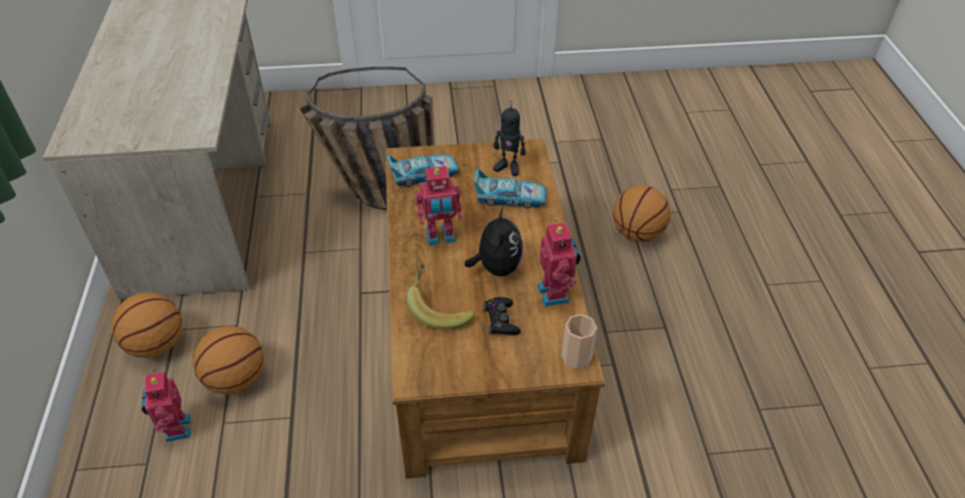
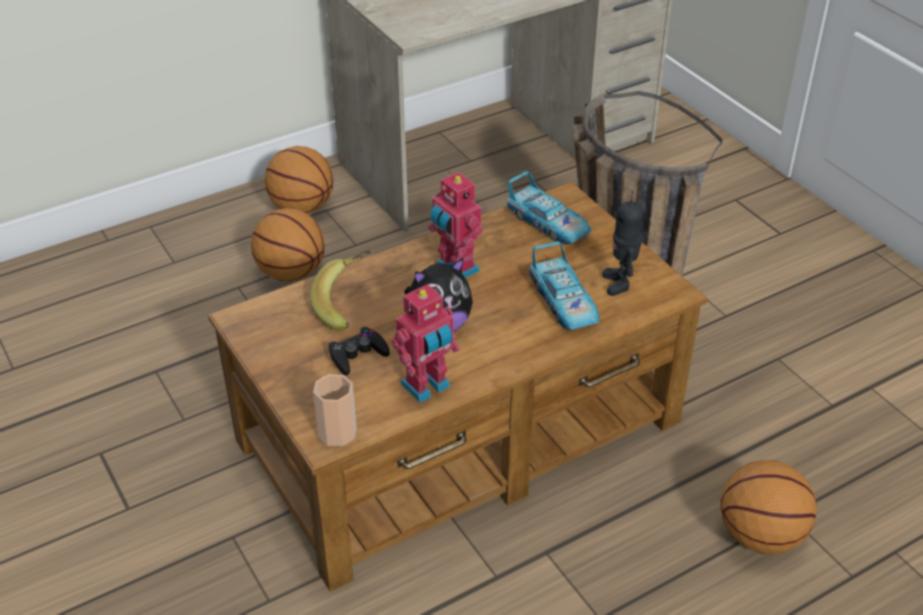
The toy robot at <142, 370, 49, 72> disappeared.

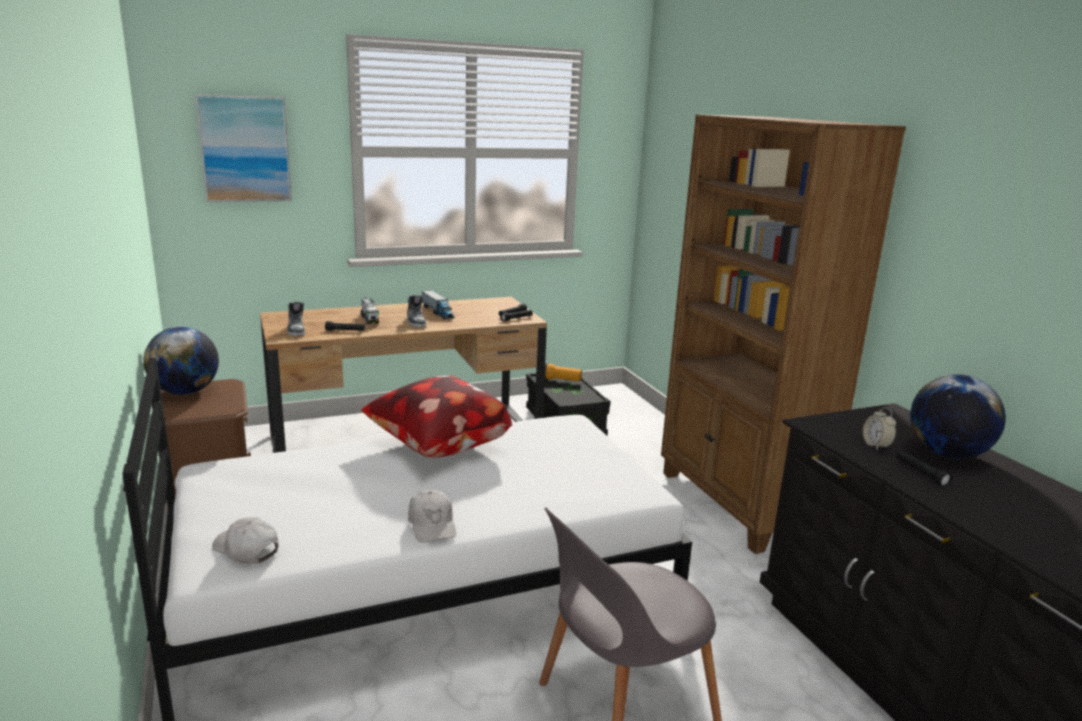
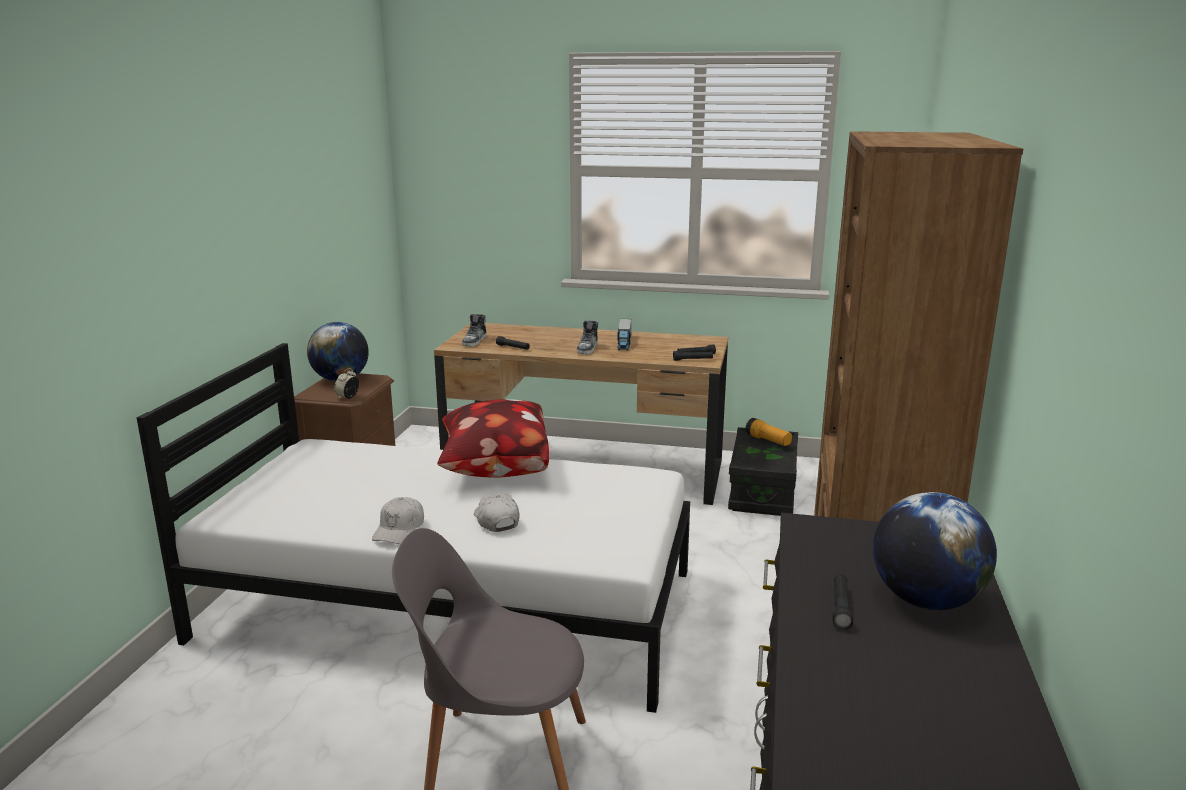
The alarm clock moved from <863, 407, 33, 44> to <334, 368, 25, 31>.
The cap/white moved from <212, 517, 67, 47> to <474, 492, 45, 40>.
The picture at <195, 94, 97, 108> disappeared.
The toy truck at <361, 297, 18, 27> disappeared.

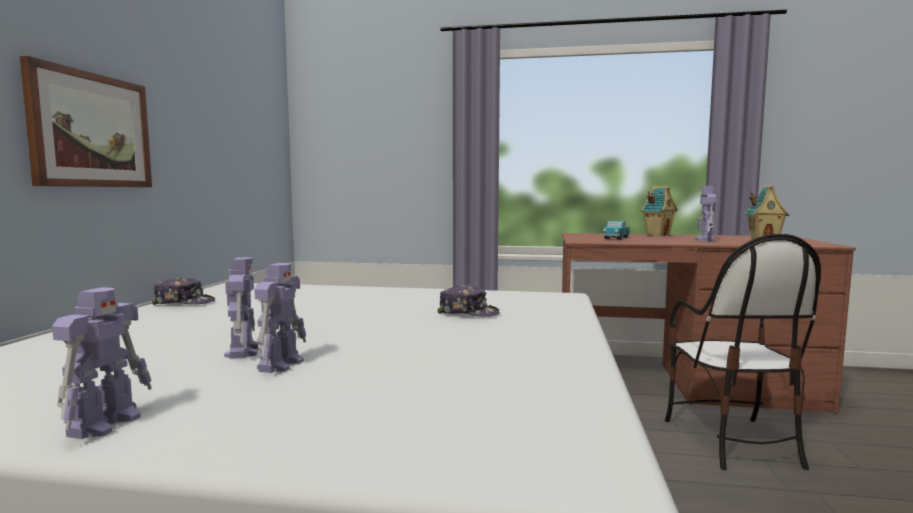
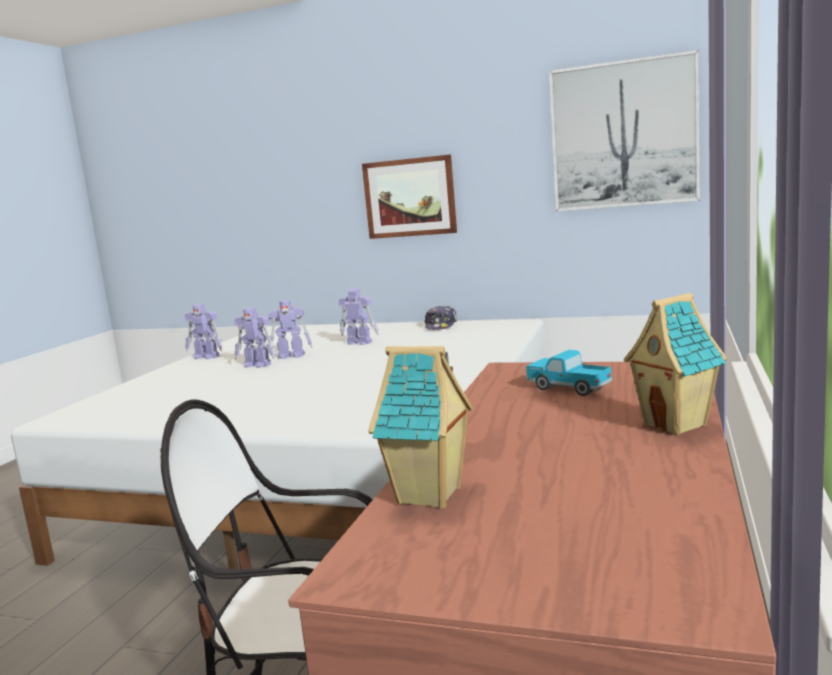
The toy robot moved from <695, 186, 21, 55> to <339, 289, 40, 56>.
The picture at <549, 50, 151, 162> appeared.
The cap at <438, 285, 62, 32> disappeared.

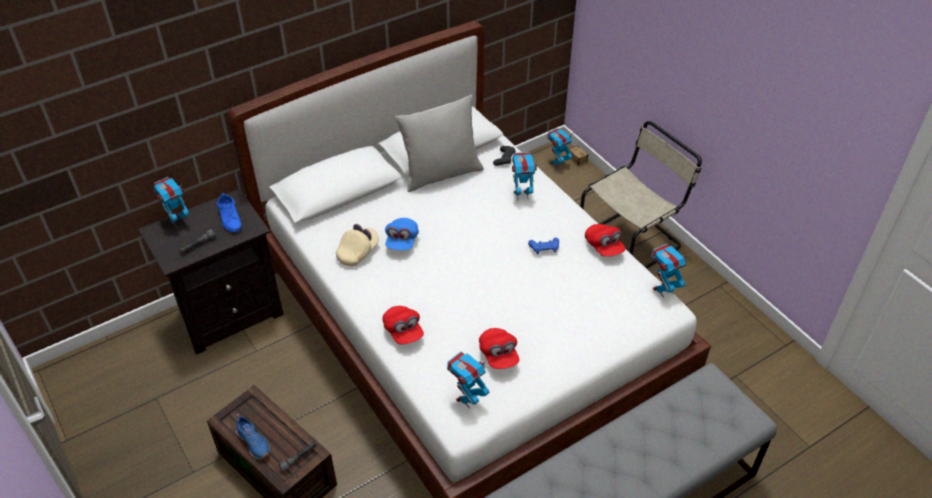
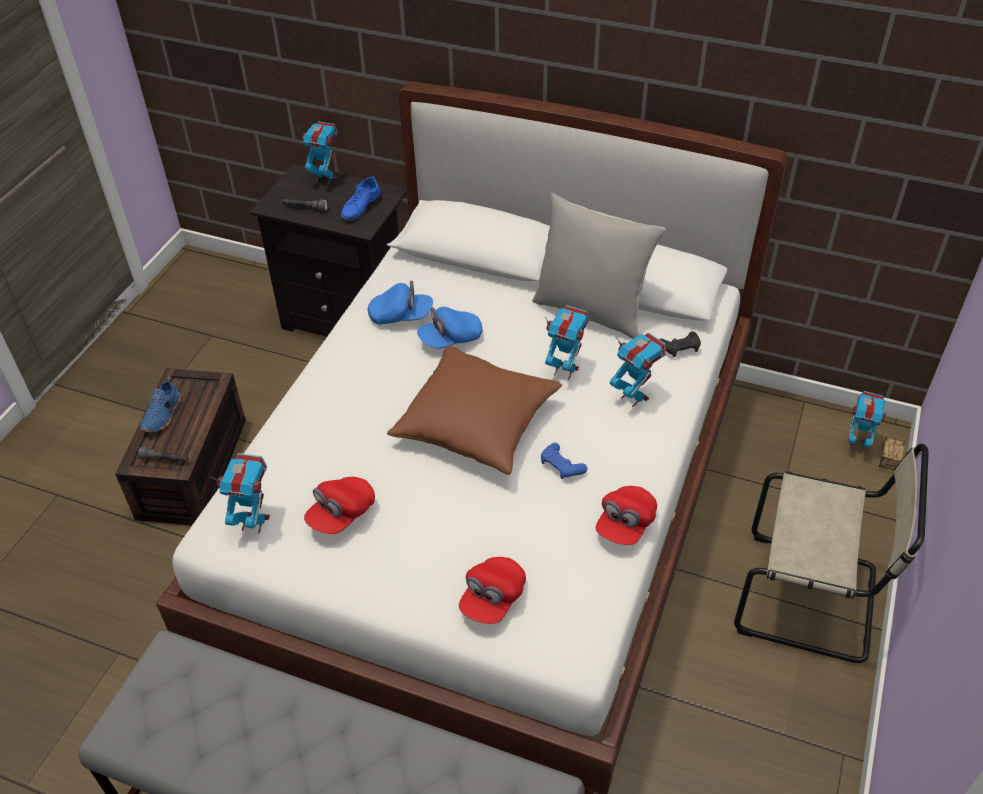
The cap/beige at <336, 224, 43, 42> became the cap/blue at <368, 280, 65, 45>.
The pillow/brown at <387, 345, 175, 130> appeared.
The cap/red moved from <382, 306, 42, 38> to <459, 557, 67, 67>.
The toy robot moved from <651, 244, 40, 53> to <545, 305, 44, 75>.

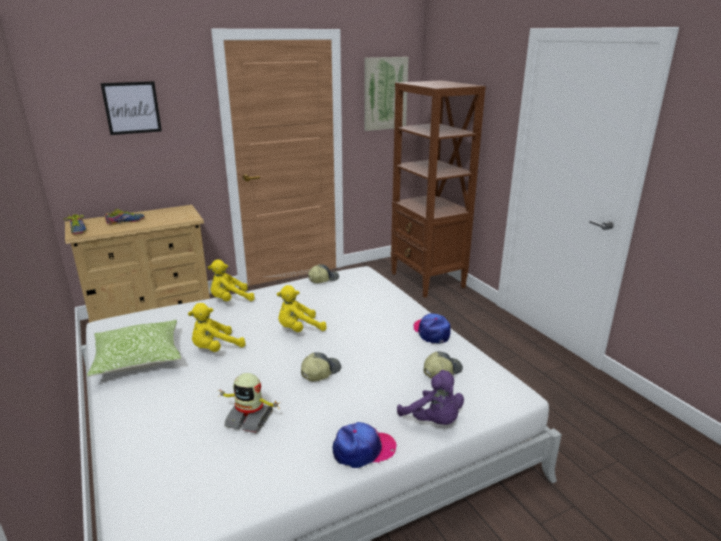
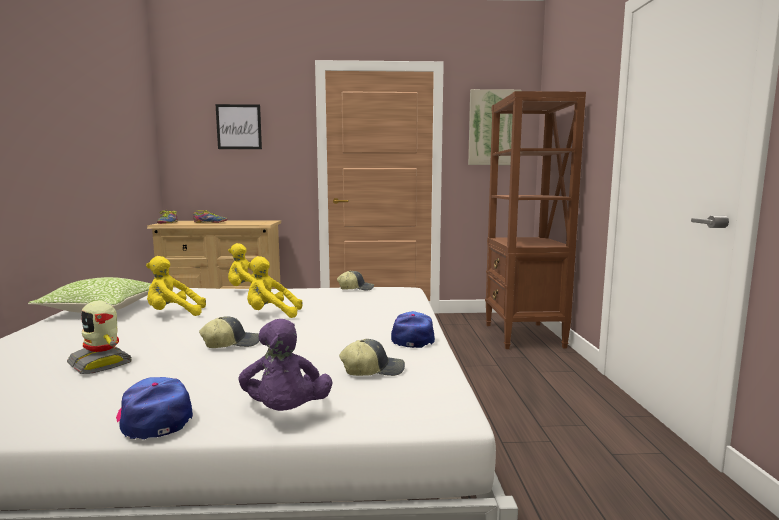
The cap at <333, 422, 64, 46> turned 135 degrees counterclockwise.

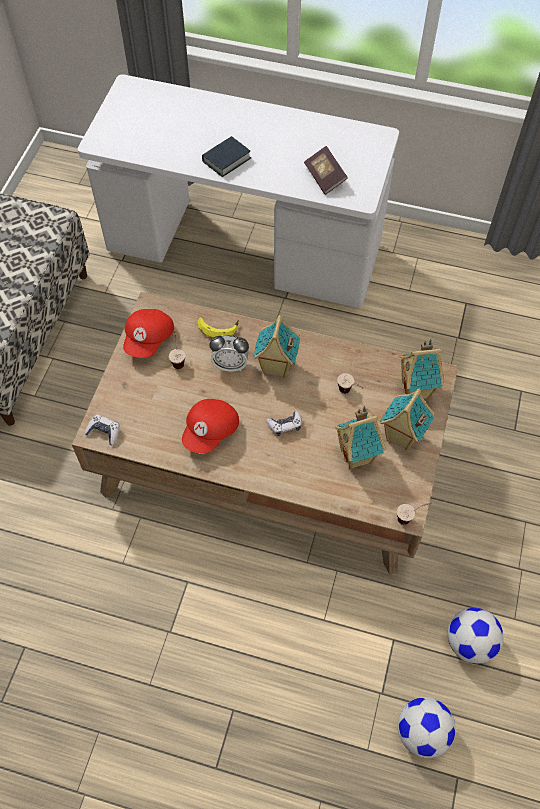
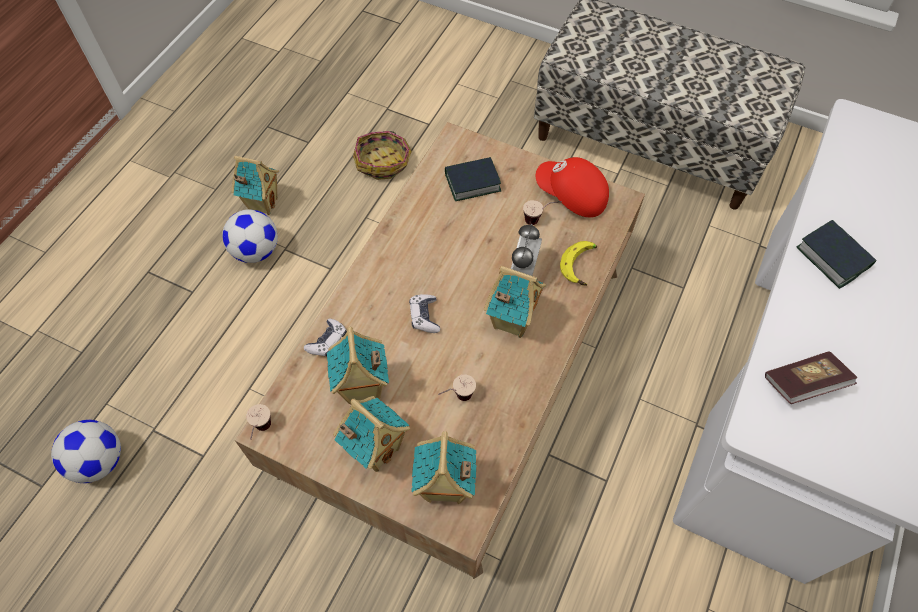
The football moved from <448, 608, 56, 56> to <222, 209, 56, 54>.
The toy house at <231, 156, 48, 59> appeared.
The game controller moved from <84, 415, 36, 30> to <304, 319, 43, 38>.
The basket at <353, 131, 59, 49> appeared.
The book at <445, 157, 56, 44> appeared.
The cap/red at <182, 399, 57, 55> disappeared.

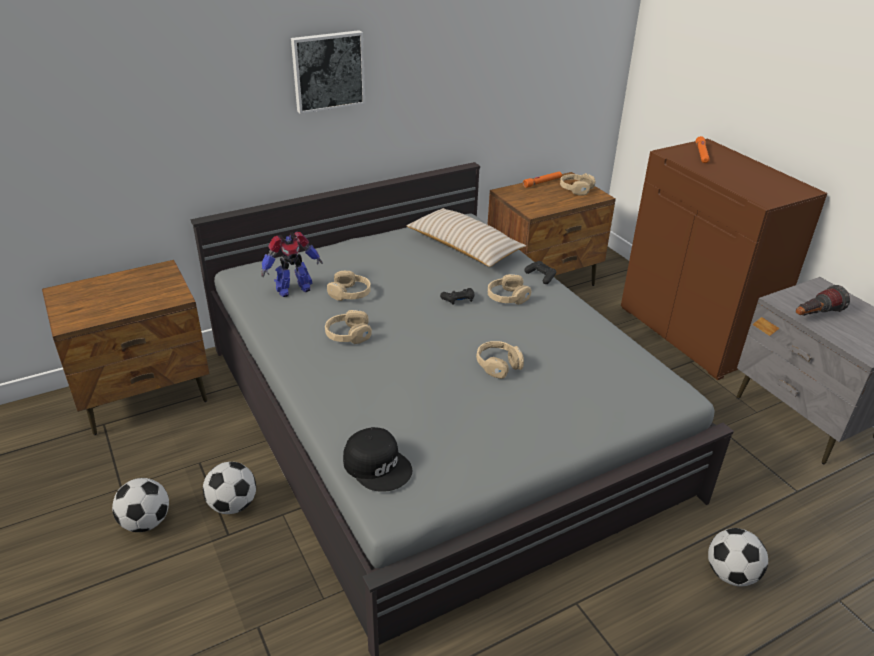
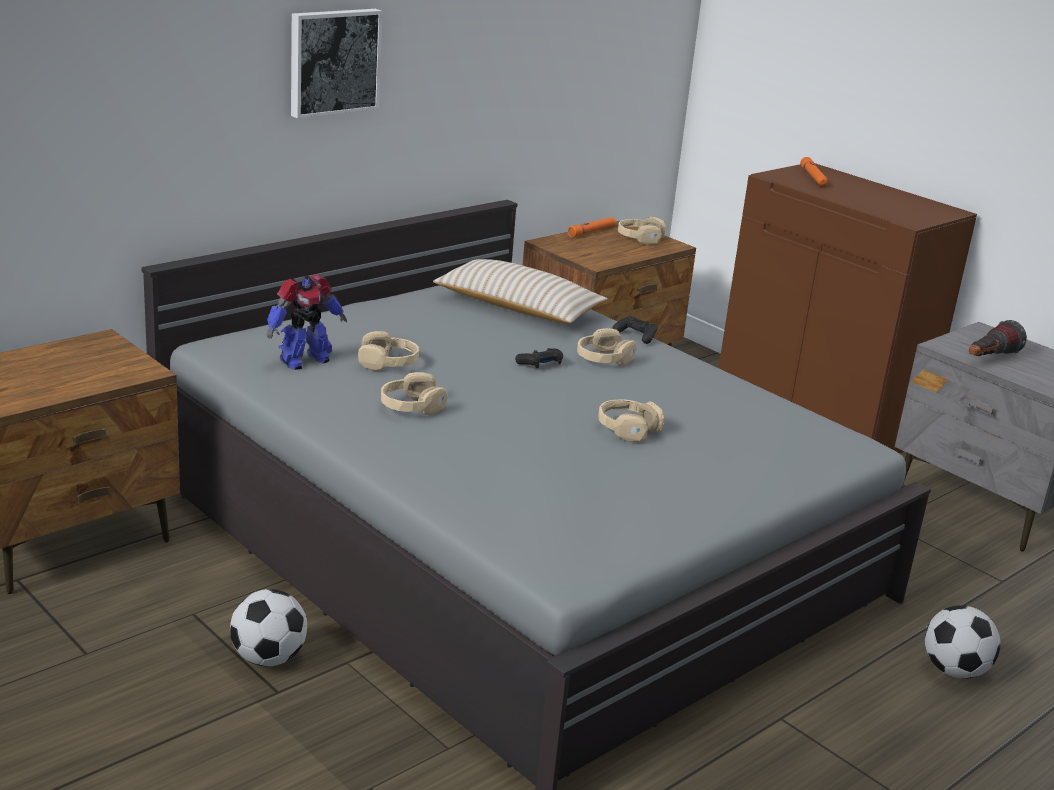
The football at <112, 478, 57, 54> disappeared.
The cap/black at <343, 427, 69, 65> disappeared.

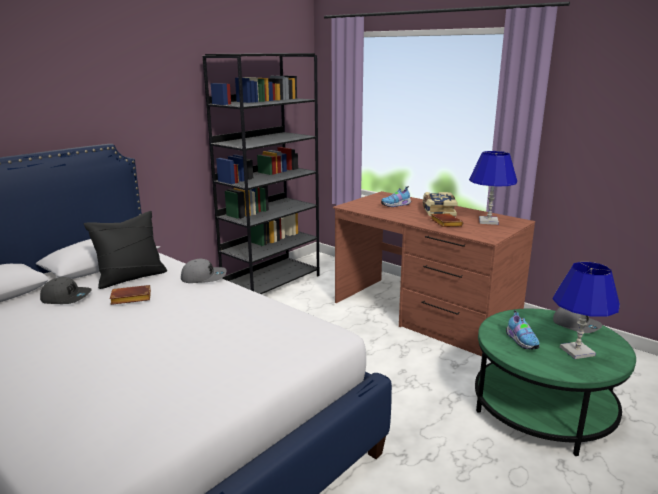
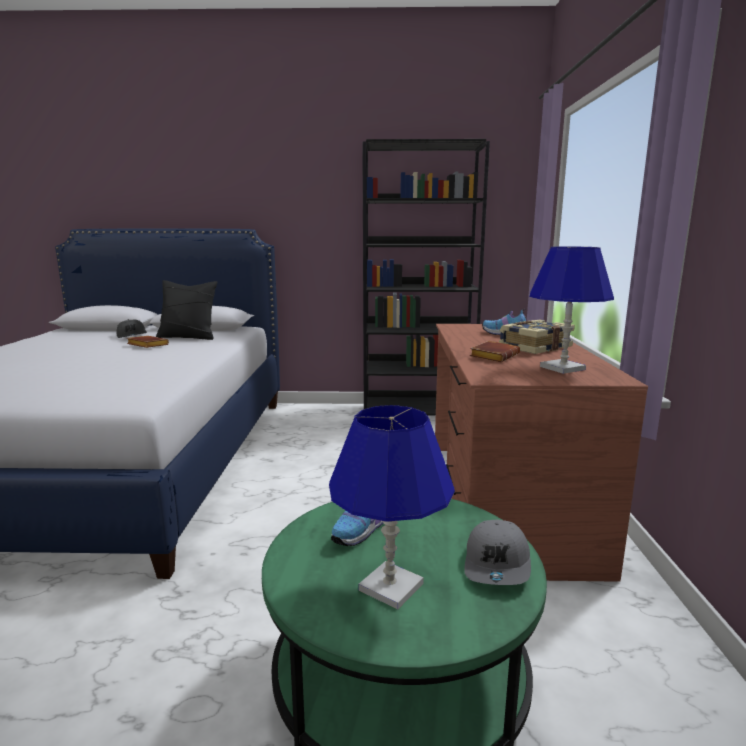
The cap/grey at <181, 259, 46, 24> disappeared.

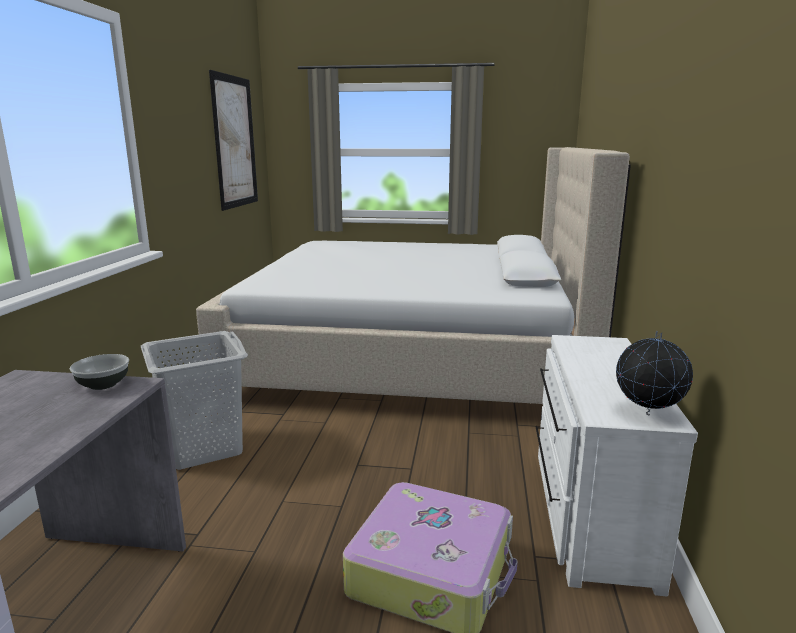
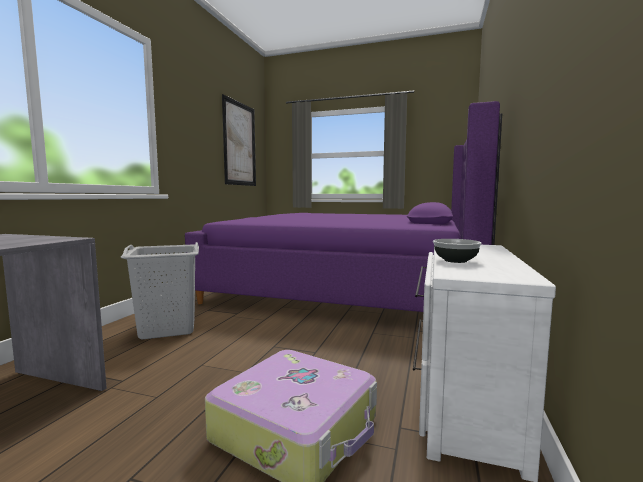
The bed/beige at <196, 147, 435, 257> became the bed/purple at <185, 101, 317, 211>.
The bowl moved from <70, 354, 59, 36> to <433, 239, 49, 24>.
The globe at <616, 331, 77, 85> disappeared.

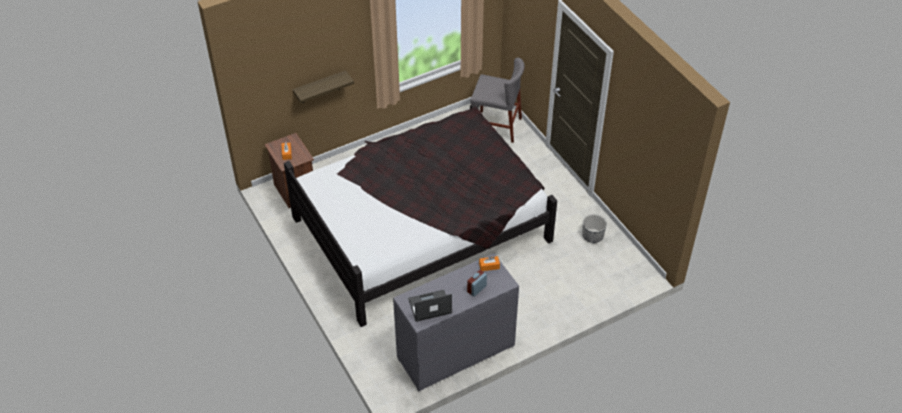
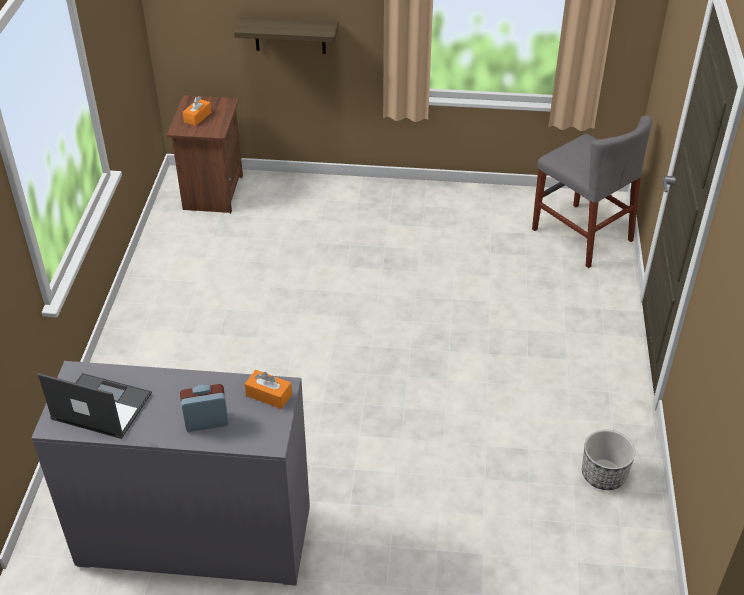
The bed/black at <284, 103, 273, 224> disappeared.

